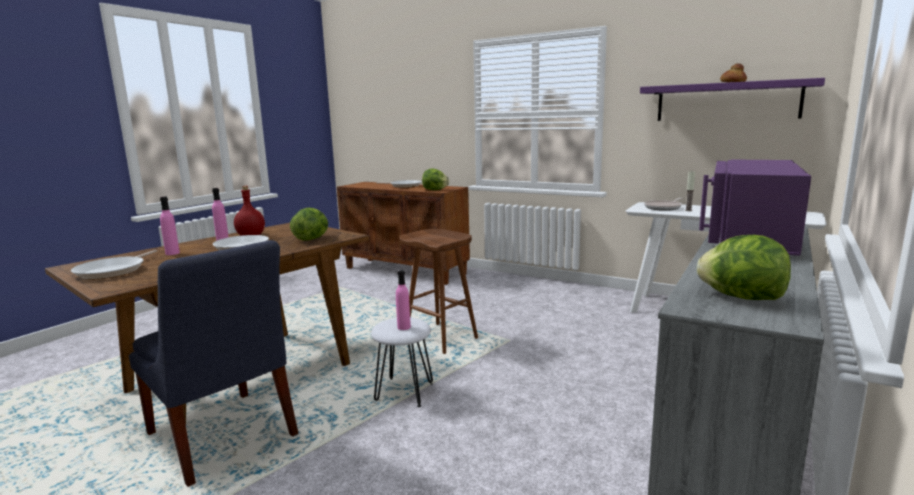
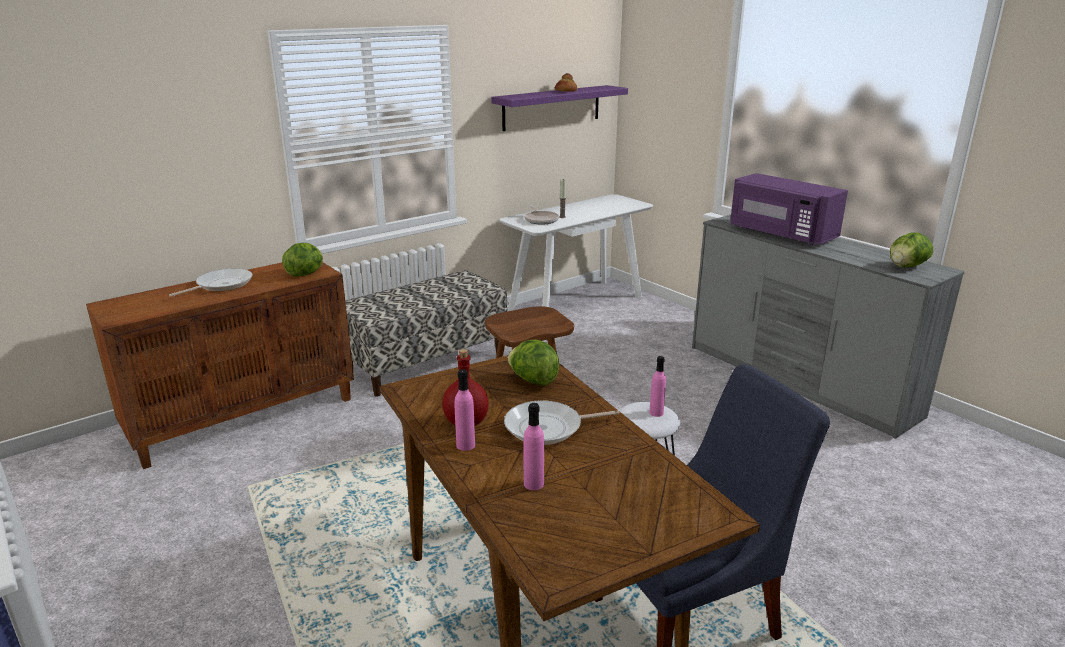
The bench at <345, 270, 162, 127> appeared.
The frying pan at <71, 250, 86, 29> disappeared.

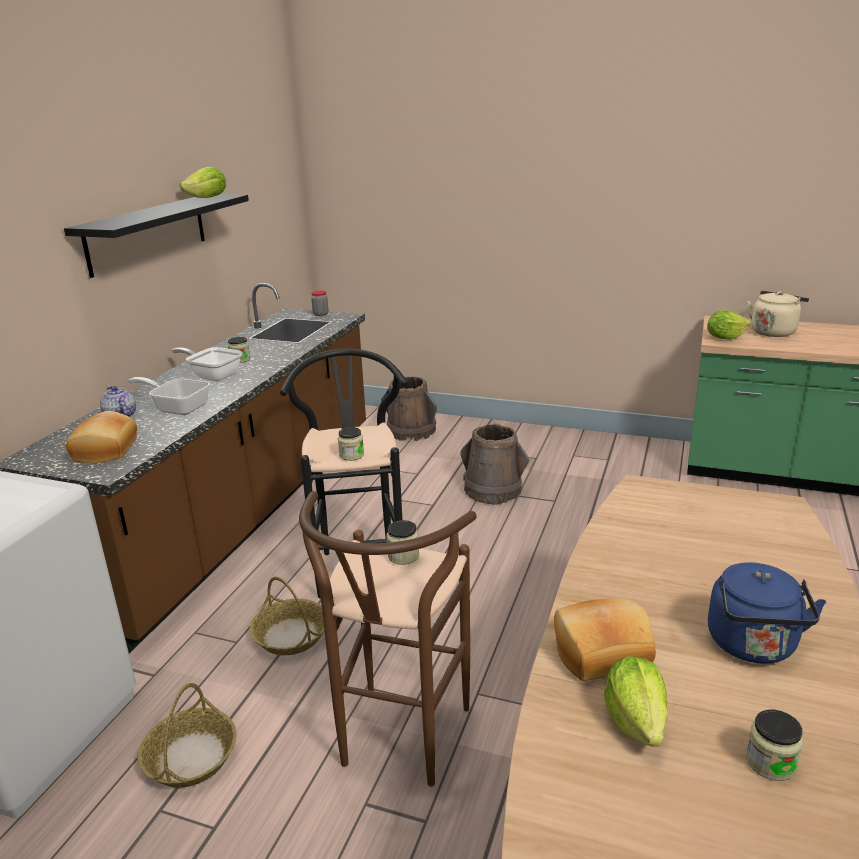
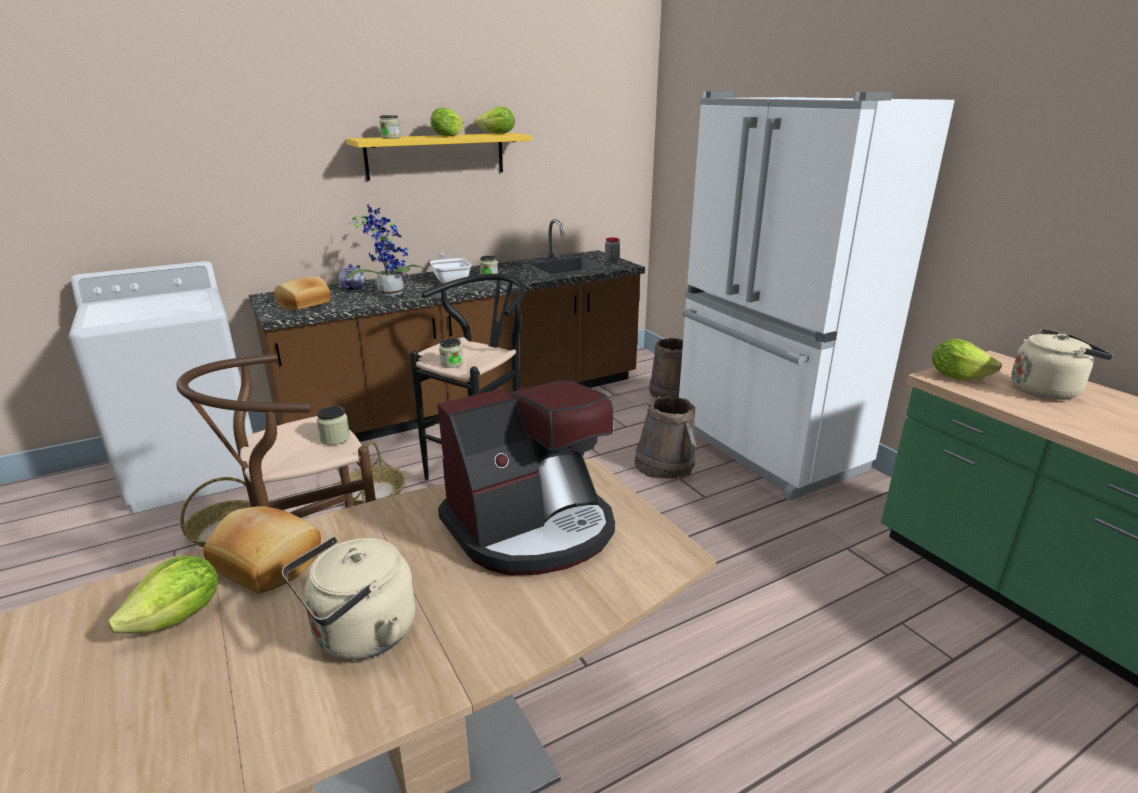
The kettle/blue at <708, 562, 118, 102> became the kettle/beige at <282, 536, 133, 124>.
The shelf/black at <64, 194, 185, 84> became the shelf/yellow at <346, 133, 186, 48>.
The frying pan at <128, 377, 82, 38> was replaced by the potted plant at <346, 204, 79, 92>.
The jar moved from <746, 710, 57, 71> to <379, 115, 22, 24>.
The lettuce at <430, 108, 34, 28> appeared.
The coffee machine at <437, 380, 178, 195> appeared.
The fridge/white at <679, 91, 276, 409> appeared.

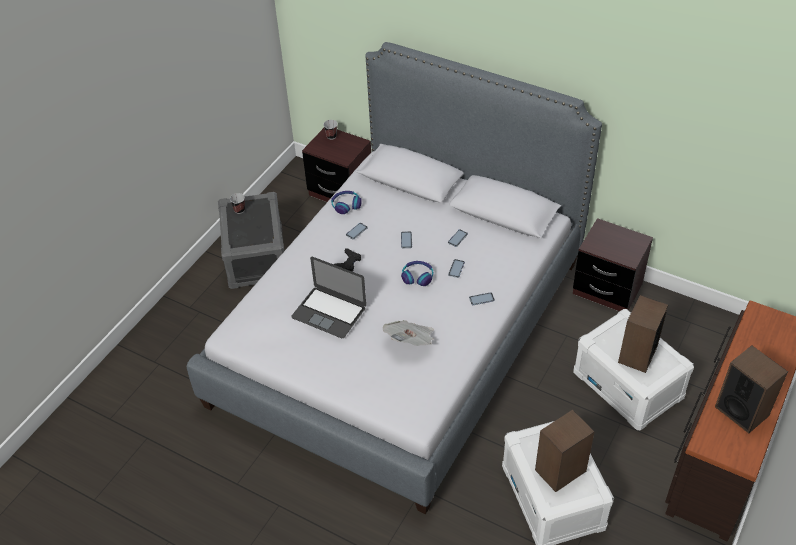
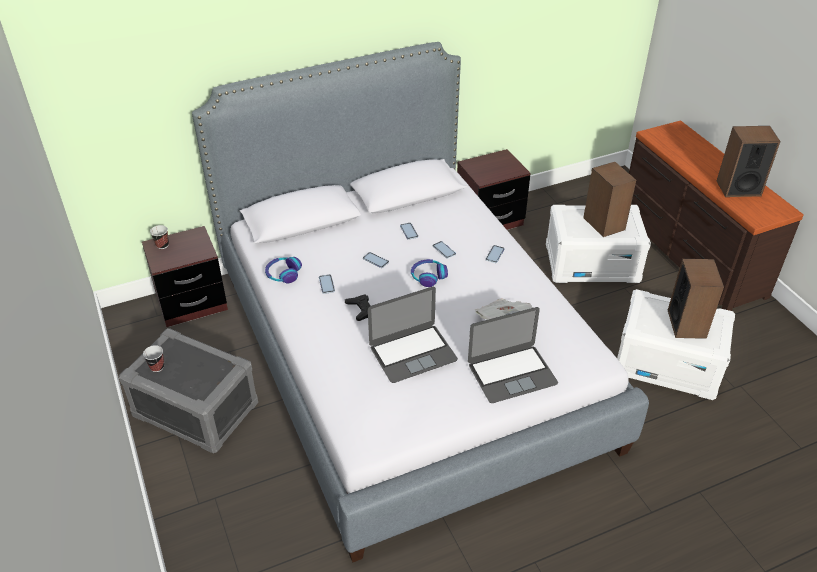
The laptop at <468, 307, 90, 96> appeared.

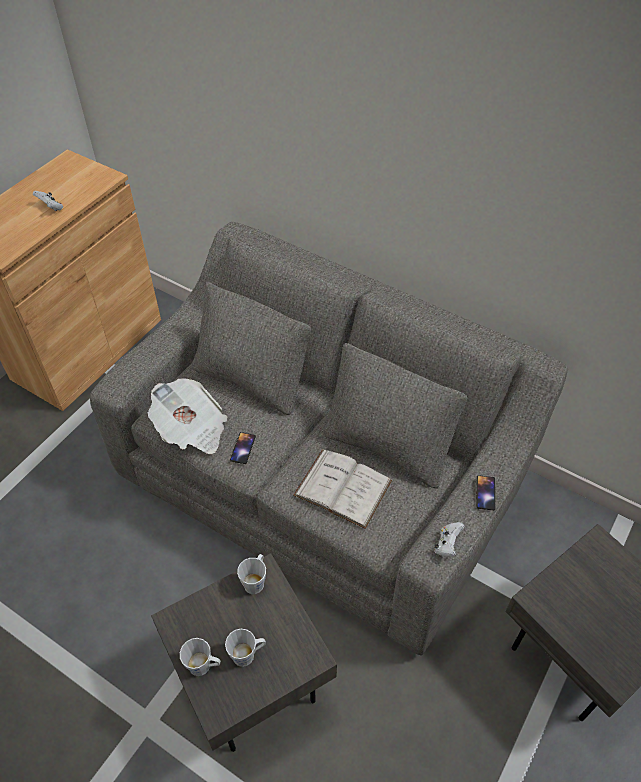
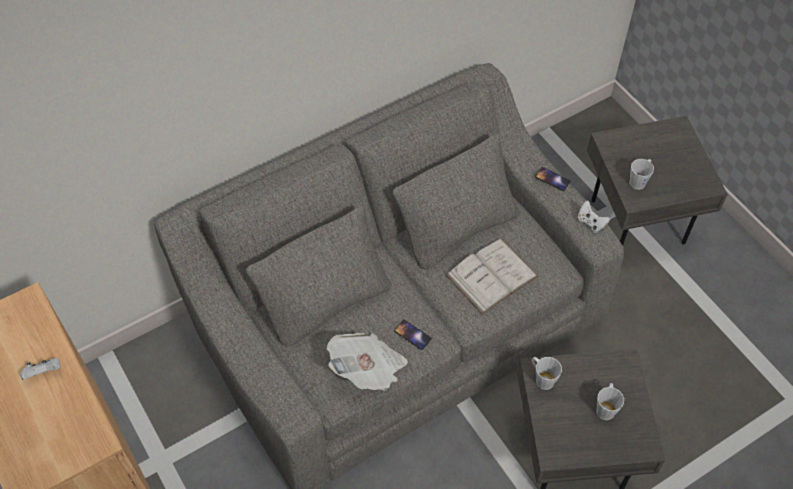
The mug/grey moved from <180, 638, 41, 38> to <629, 159, 25, 31>.

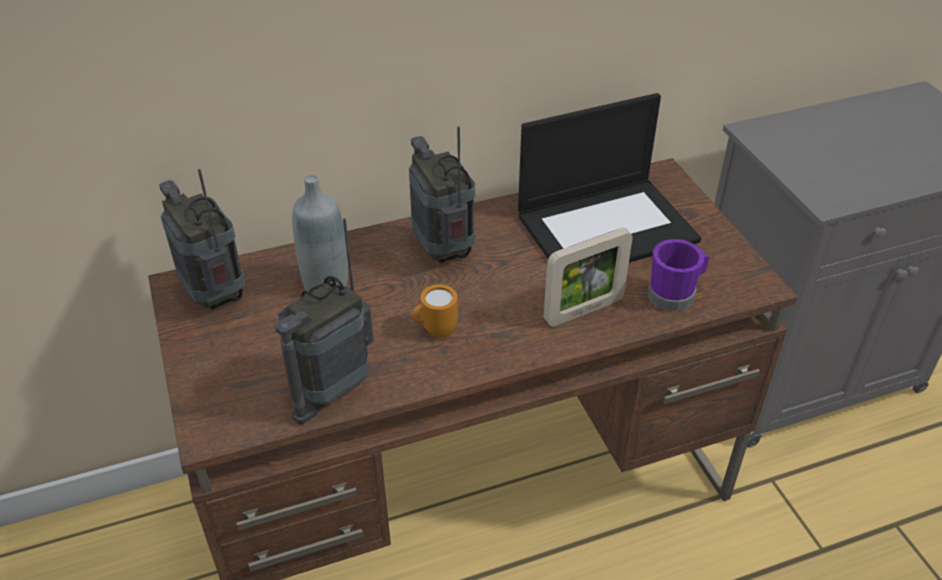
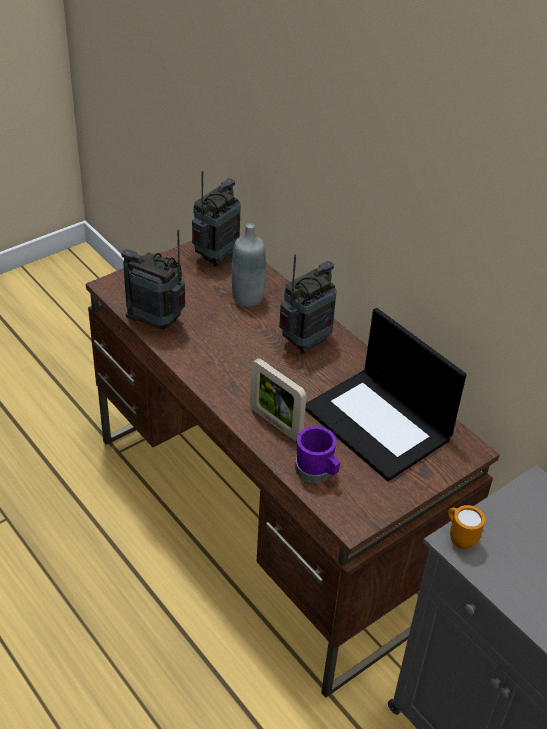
The mug/orange moved from <412, 284, 46, 54> to <448, 505, 37, 44>.

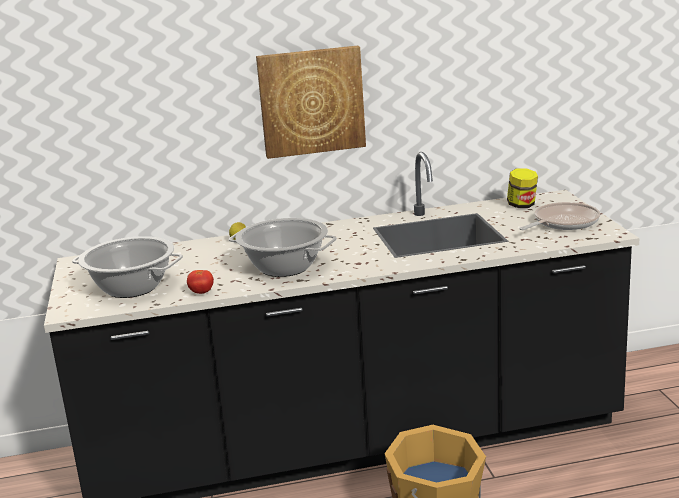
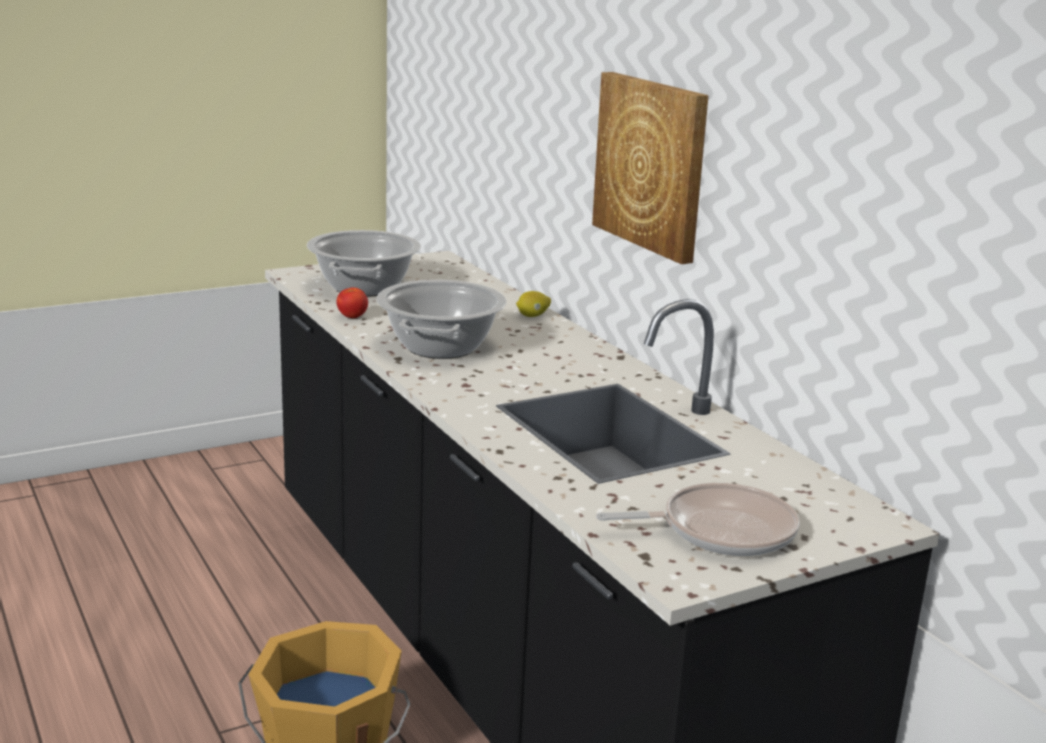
The frying pan at <519, 202, 81, 28> turned 45 degrees counterclockwise.
The jar at <507, 168, 31, 40> disappeared.

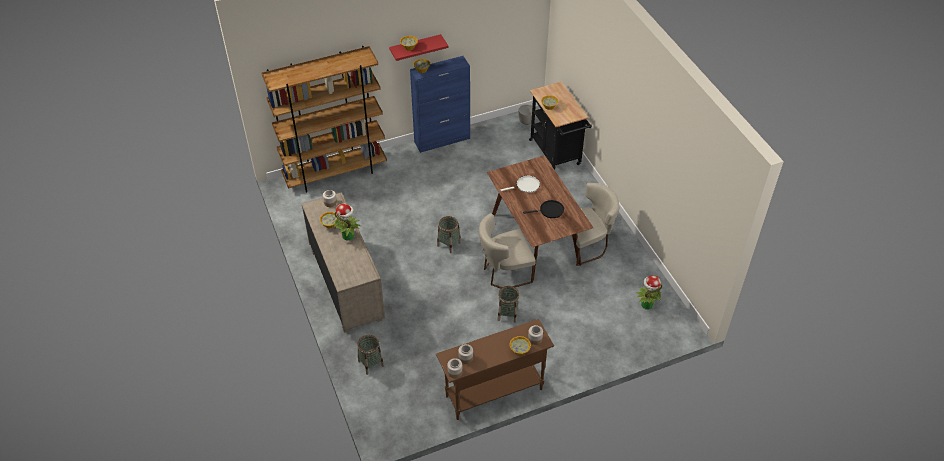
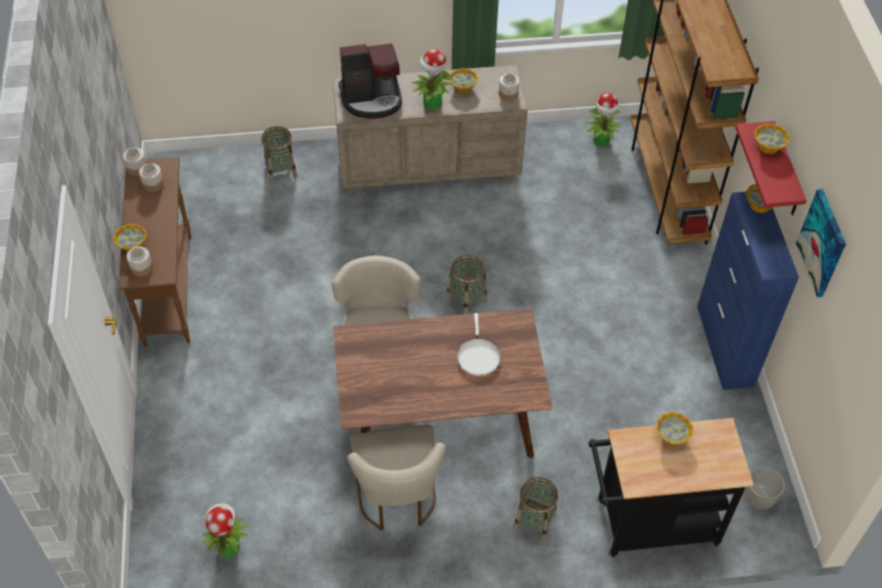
The coffee machine at <338, 43, 64, 76> appeared.
The basket moved from <497, 286, 22, 37> to <513, 477, 45, 65>.
The potted plant at <586, 92, 36, 54> appeared.
The picture at <796, 189, 50, 108> appeared.
The frying pan/black at <523, 200, 41, 18> disappeared.

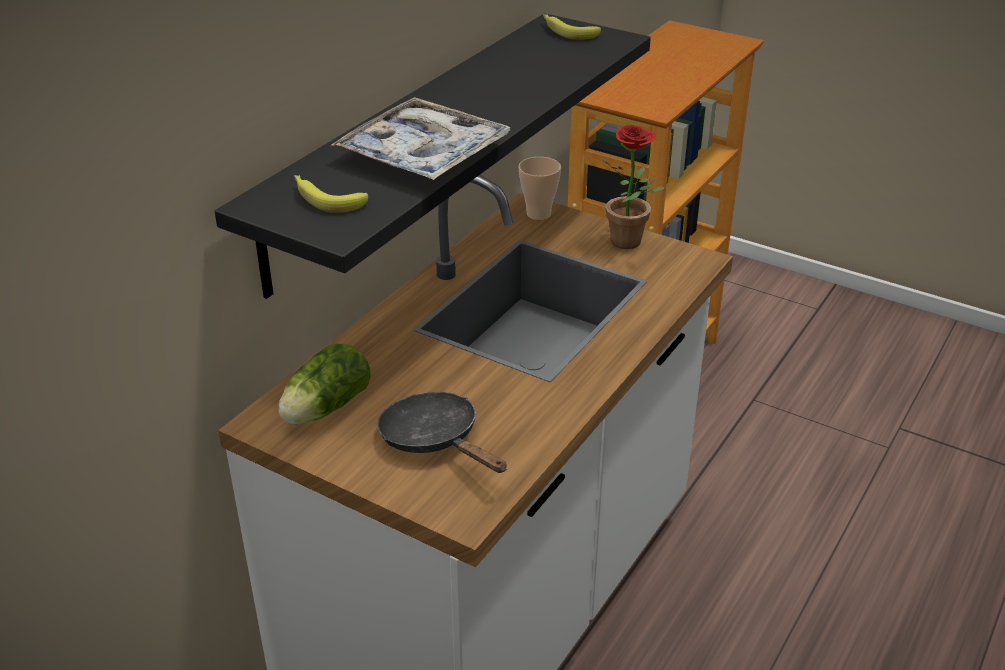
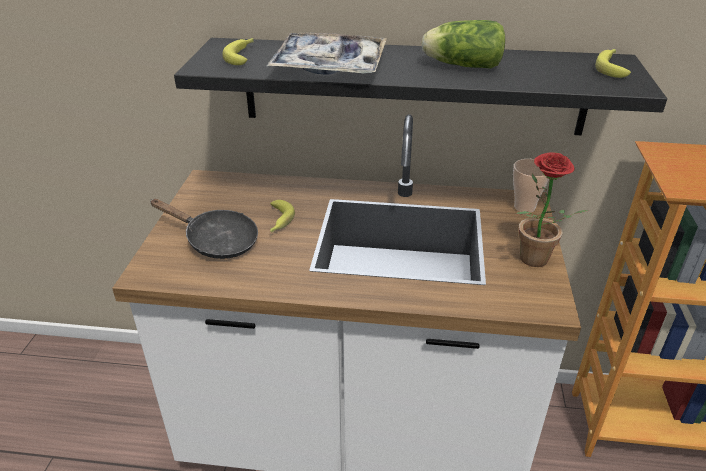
The frying pan/black at <377, 392, 130, 81> turned 90 degrees clockwise.
The banana at <270, 200, 25, 33> appeared.
The lettuce moved from <278, 343, 93, 82> to <421, 20, 84, 49>.

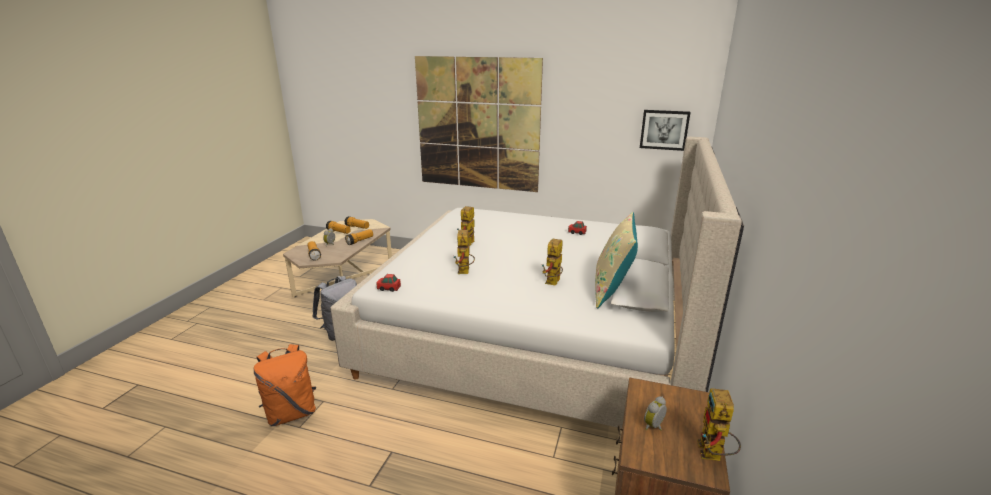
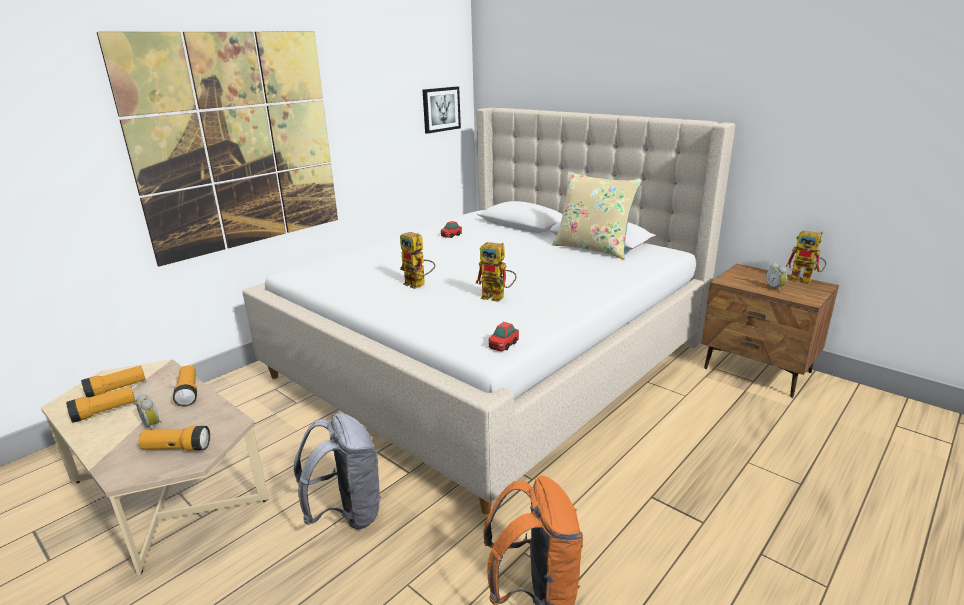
The toy robot at <542, 238, 21, 47> disappeared.

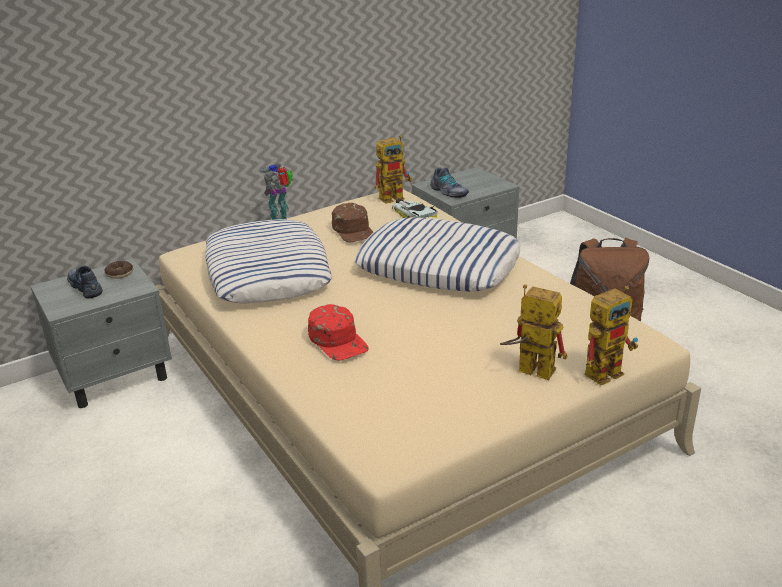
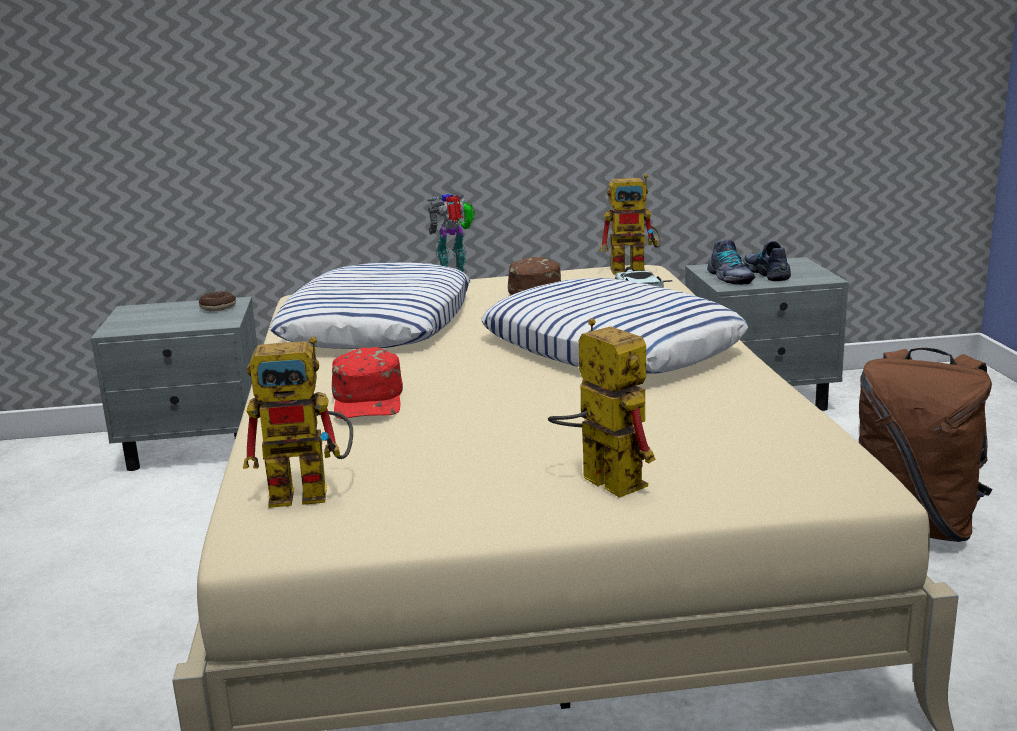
The toy robot moved from <585, 286, 53, 99> to <243, 336, 110, 172>.
The shoe moved from <67, 266, 36, 33> to <743, 241, 48, 40>.

